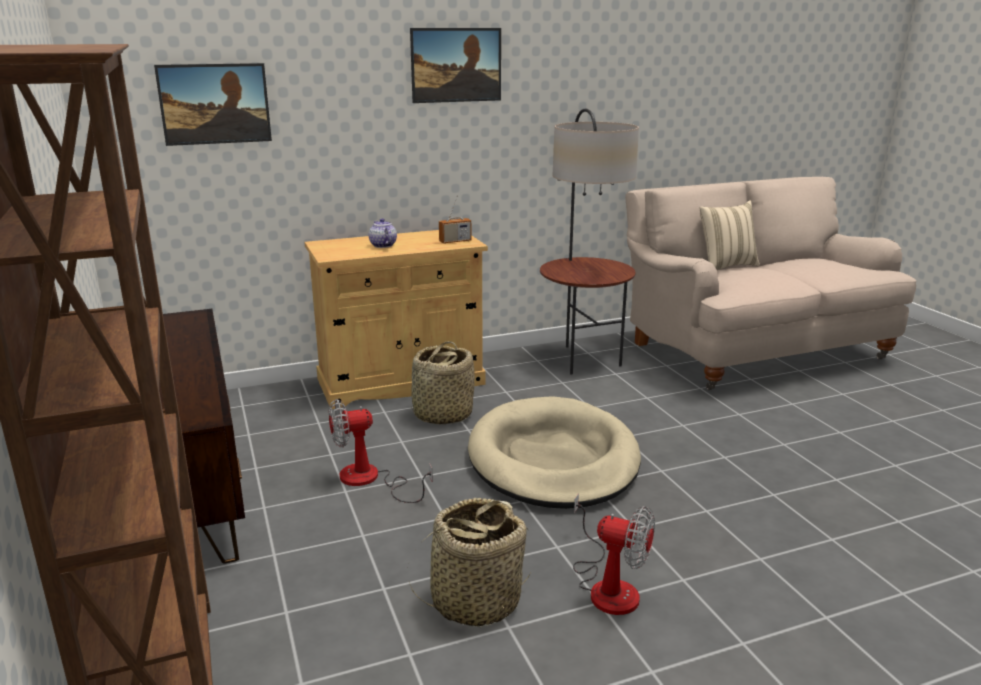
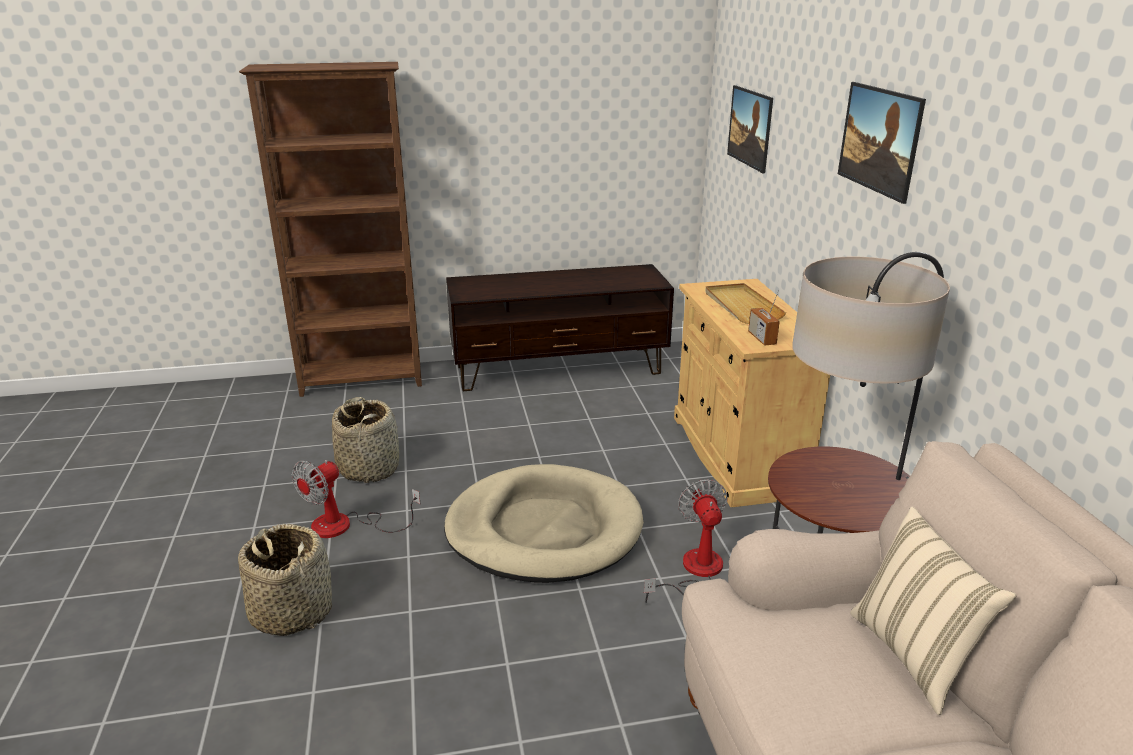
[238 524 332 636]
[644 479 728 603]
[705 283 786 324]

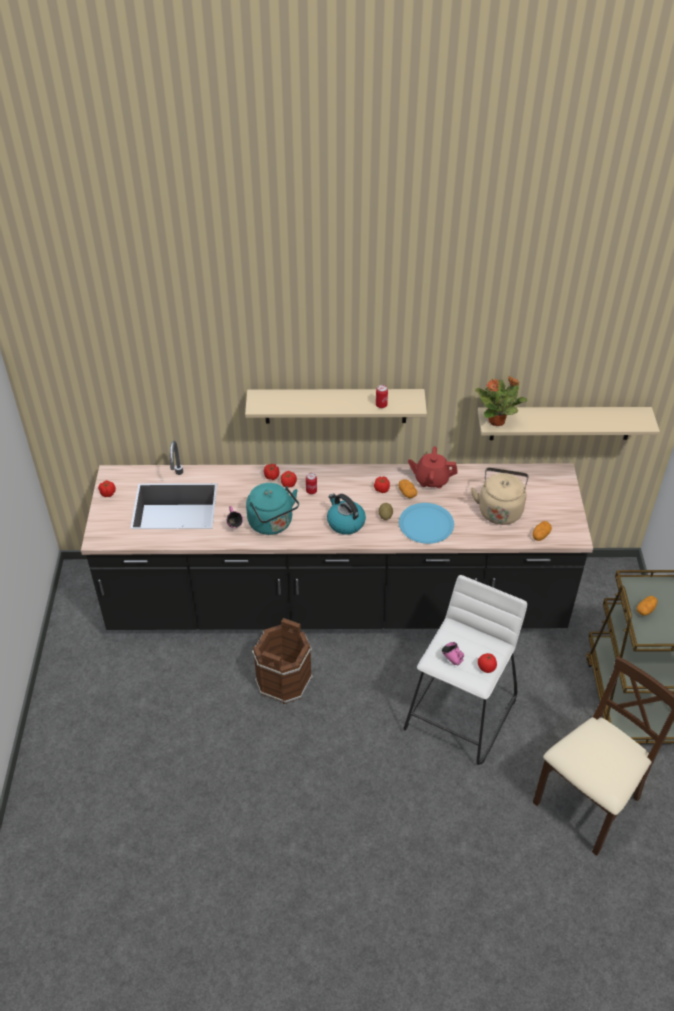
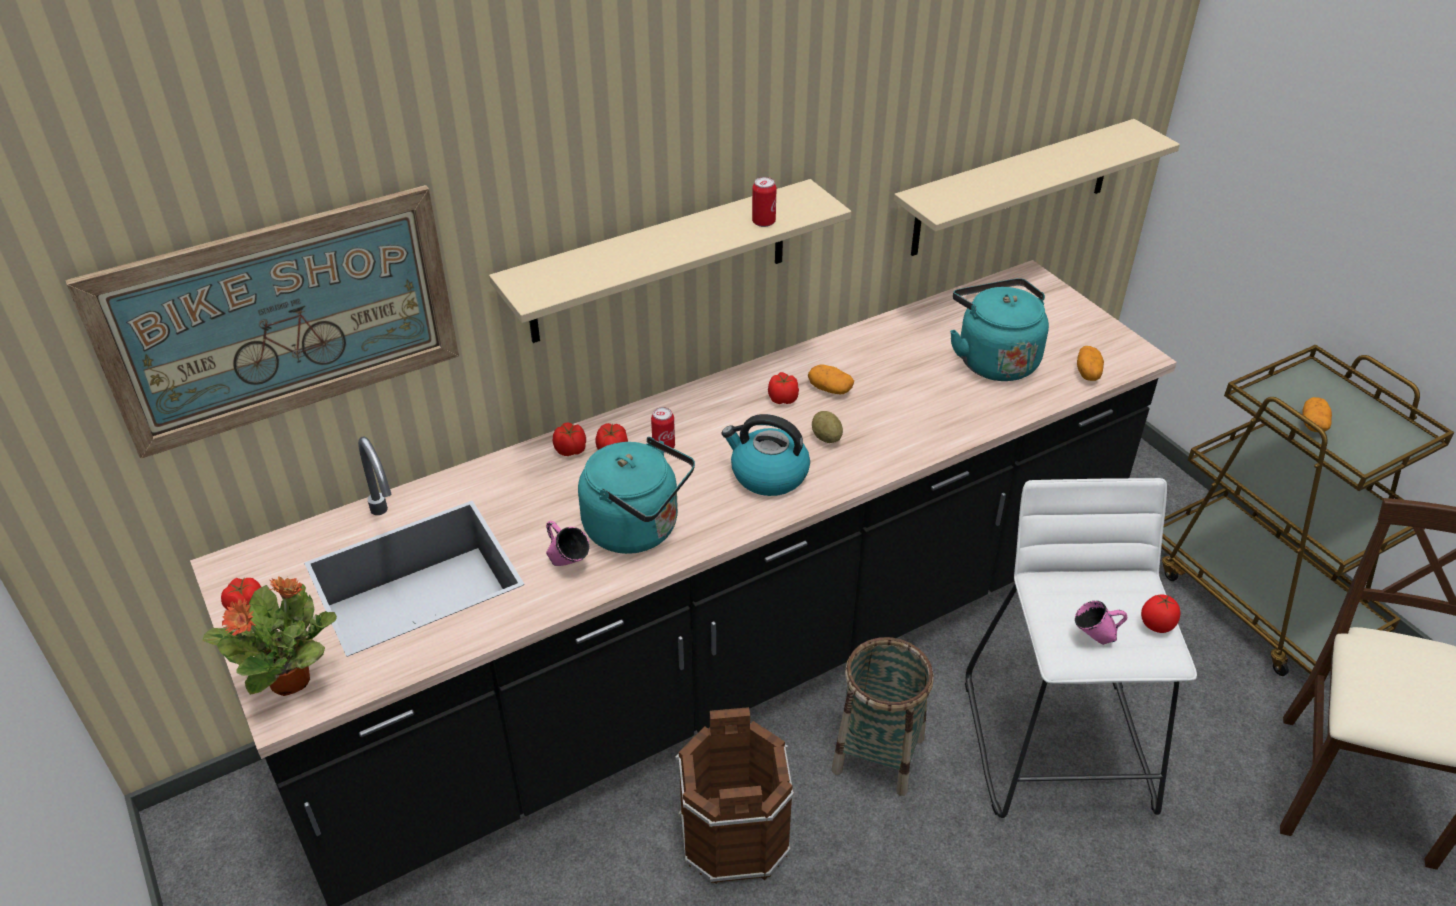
[66 185 459 459]
[203 576 337 696]
[832 637 934 796]
[950 278 1049 381]
[399 503 454 544] (first image)
[408 446 458 488] (first image)

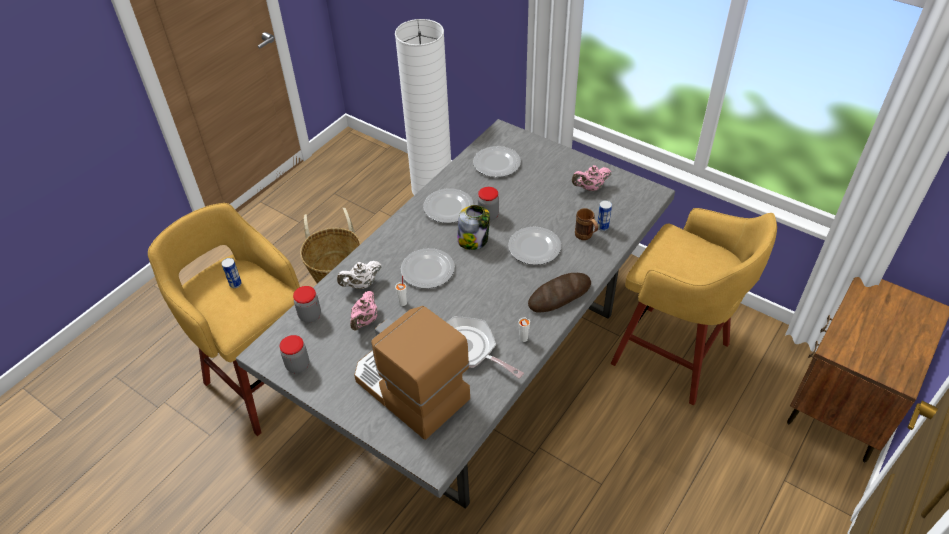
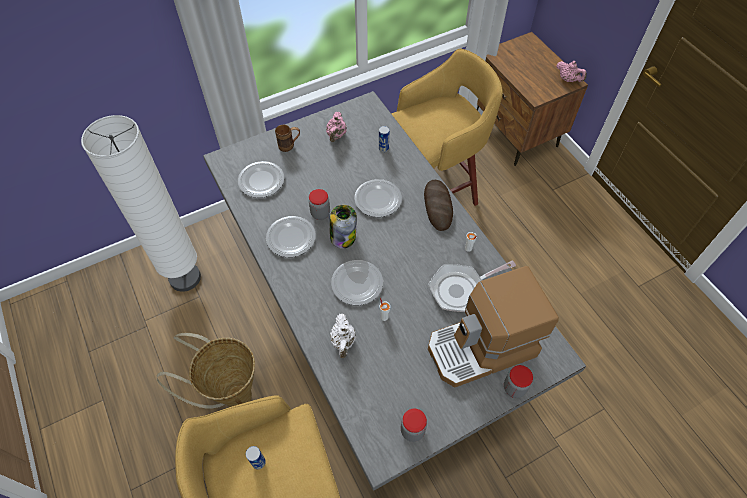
[275 124 300 152]
[504 365 533 398]
[556 61 587 82]

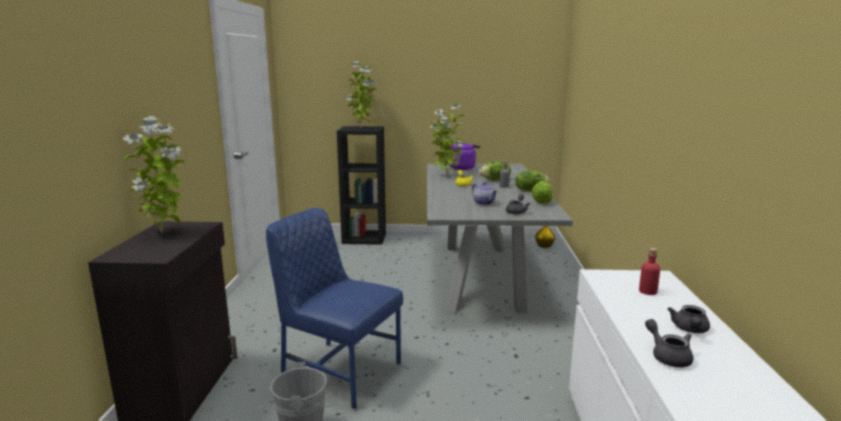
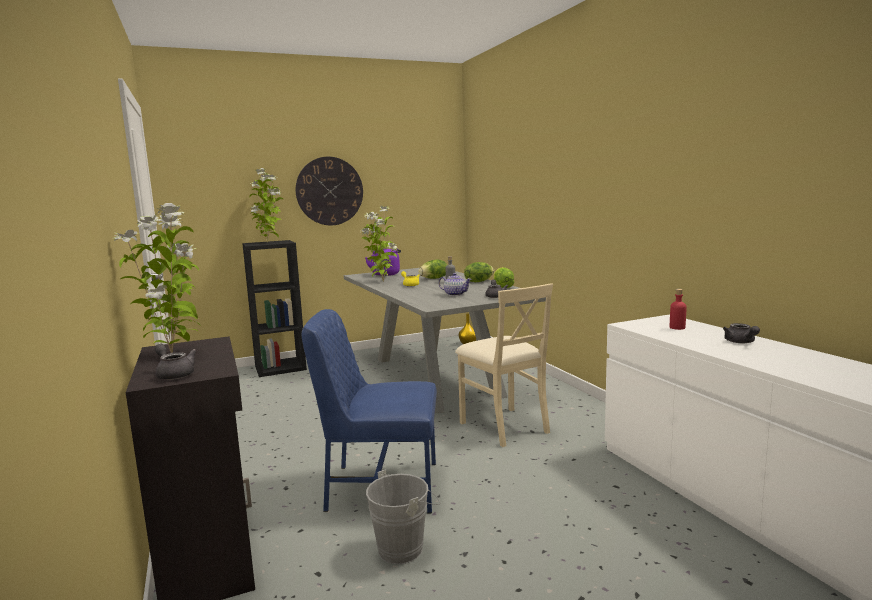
[155 344 197 380]
[296 157 363 225]
[455 283 553 447]

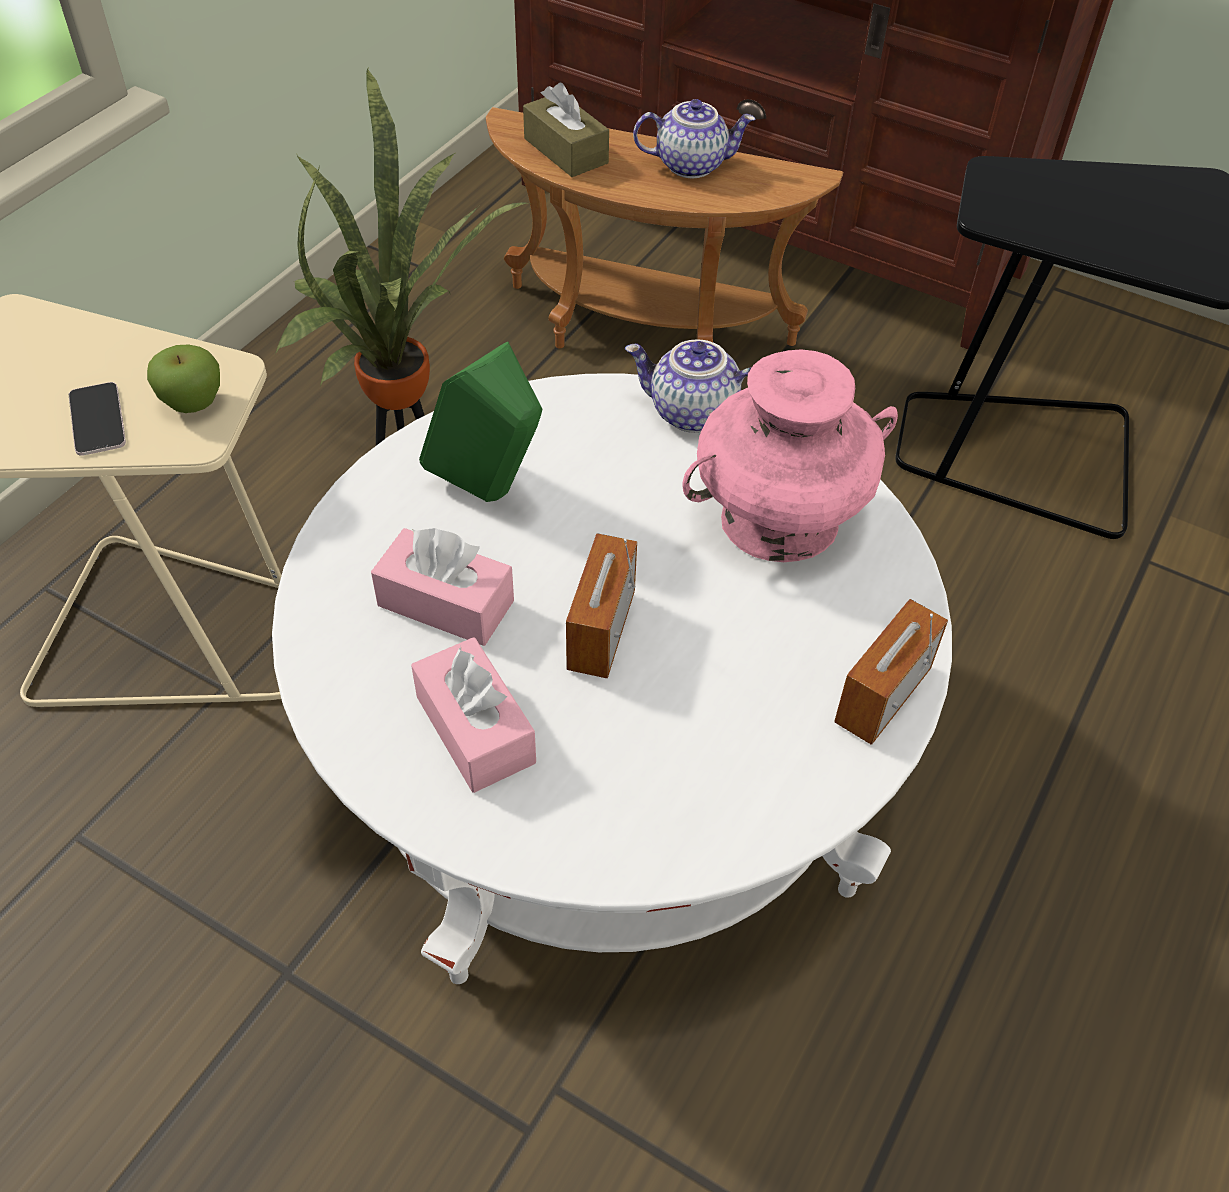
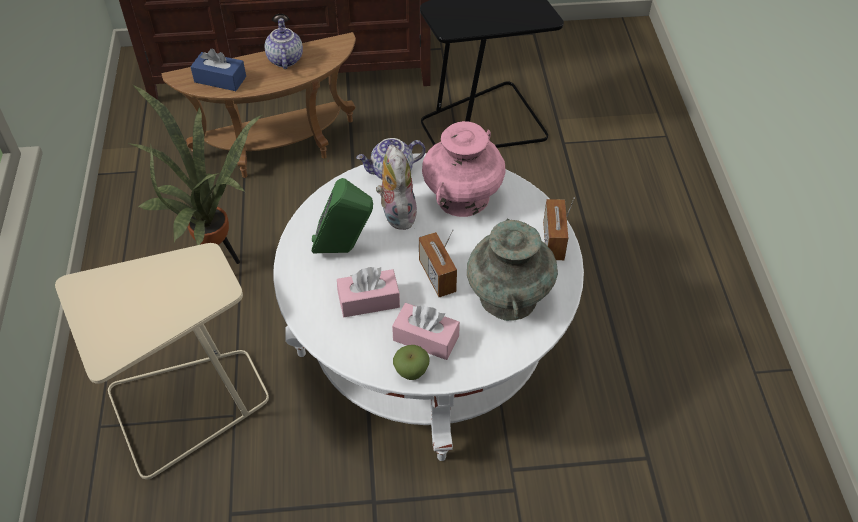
[191 48 246 91]
[265 18 303 69]
[376 144 417 230]
[393 345 430 380]
[467 219 558 321]
[69 382 126 456] (first image)

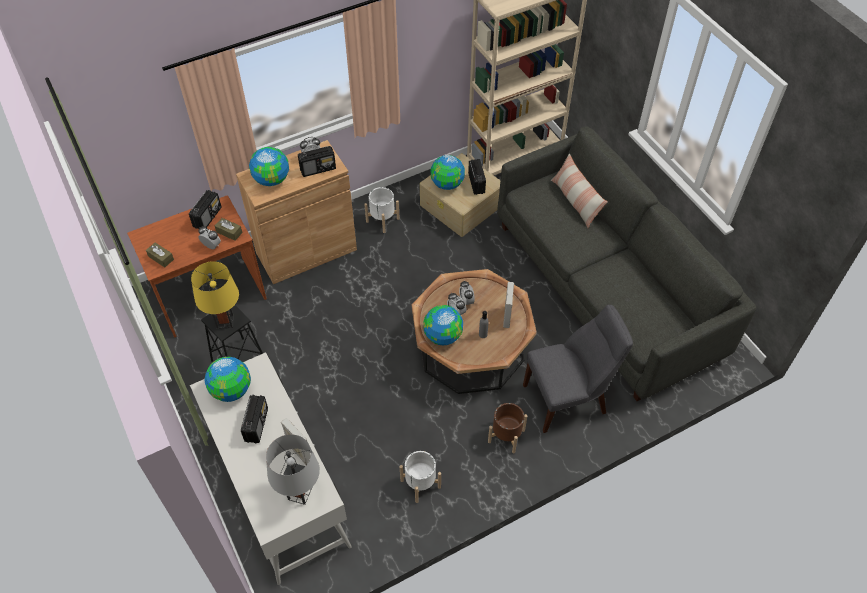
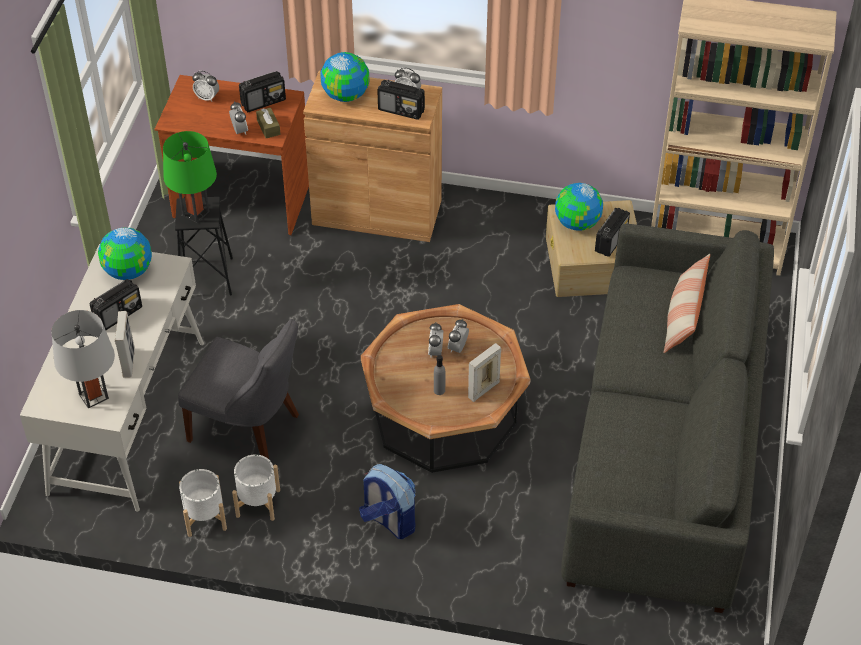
[163 131 217 223]
[178 319 299 459]
[179 469 227 537]
[192 71 219 102]
[359 464 416 539]
[146 243 174 268] (first image)
[423 305 463 345] (first image)

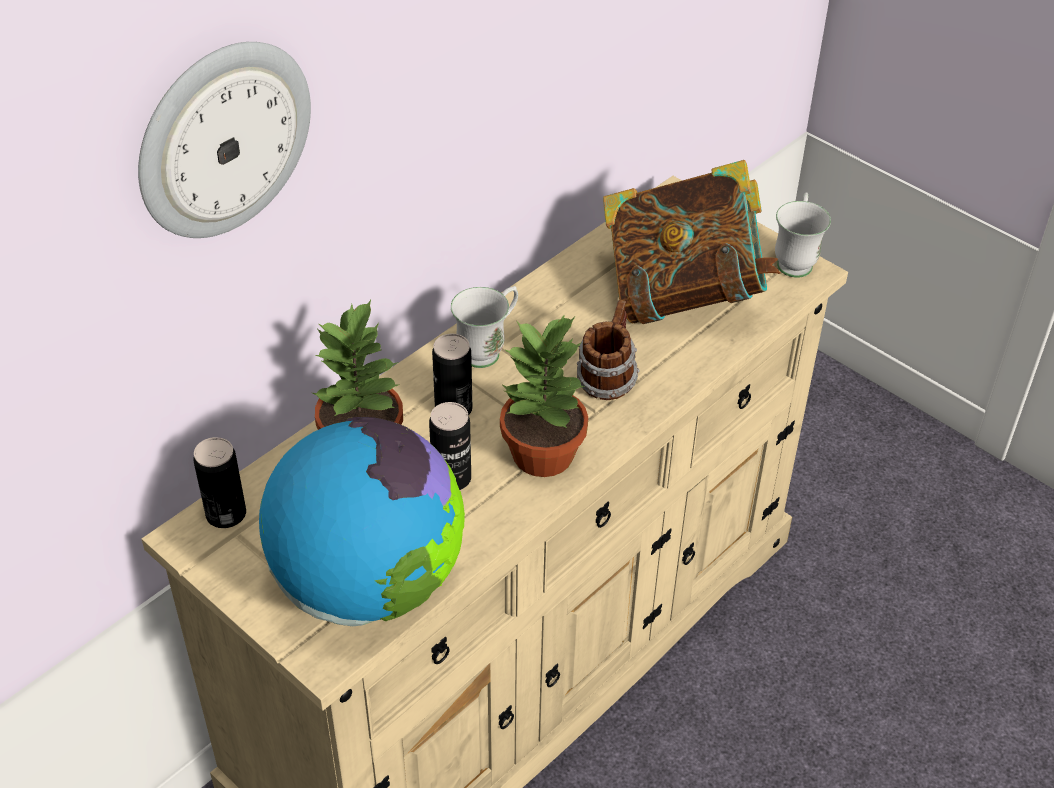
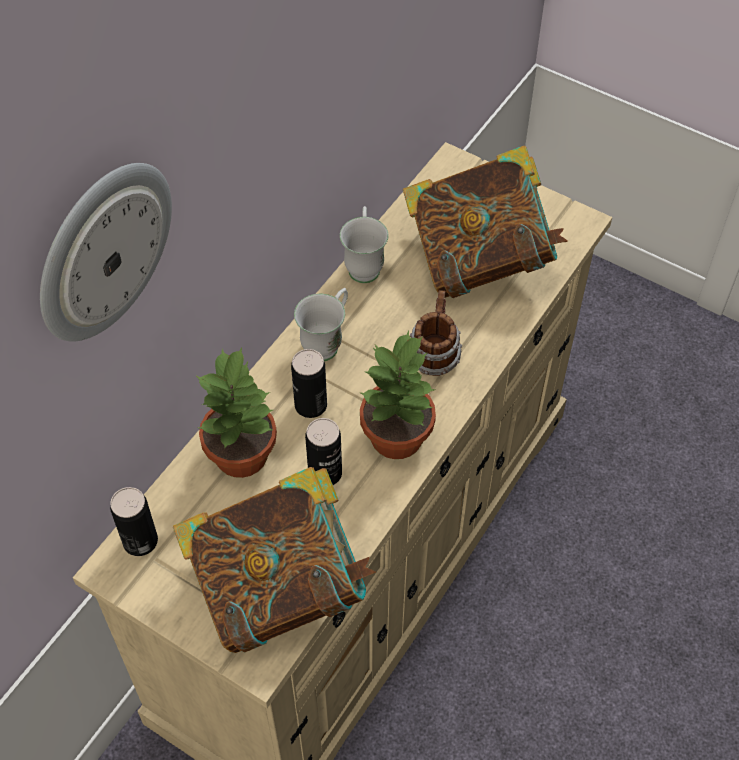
[173 467 376 653]
[340 206 389 283]

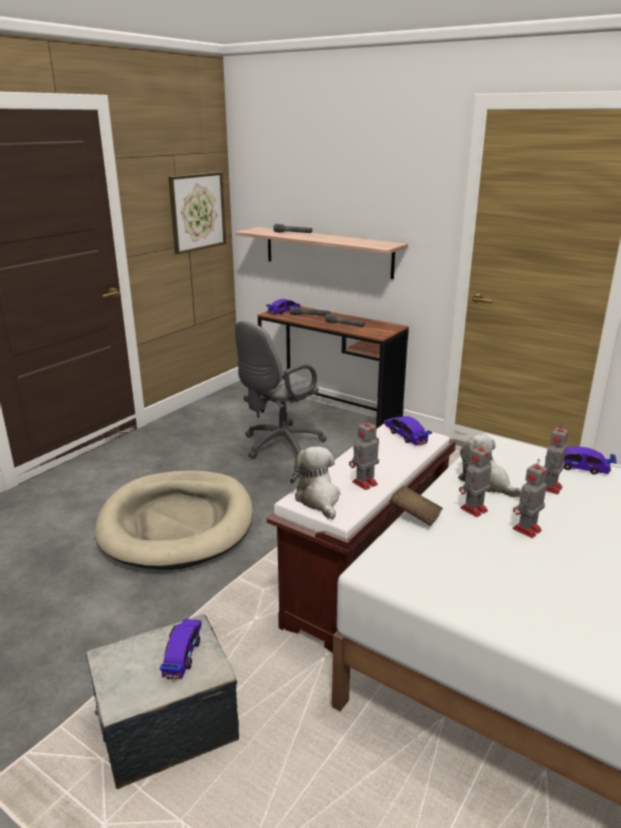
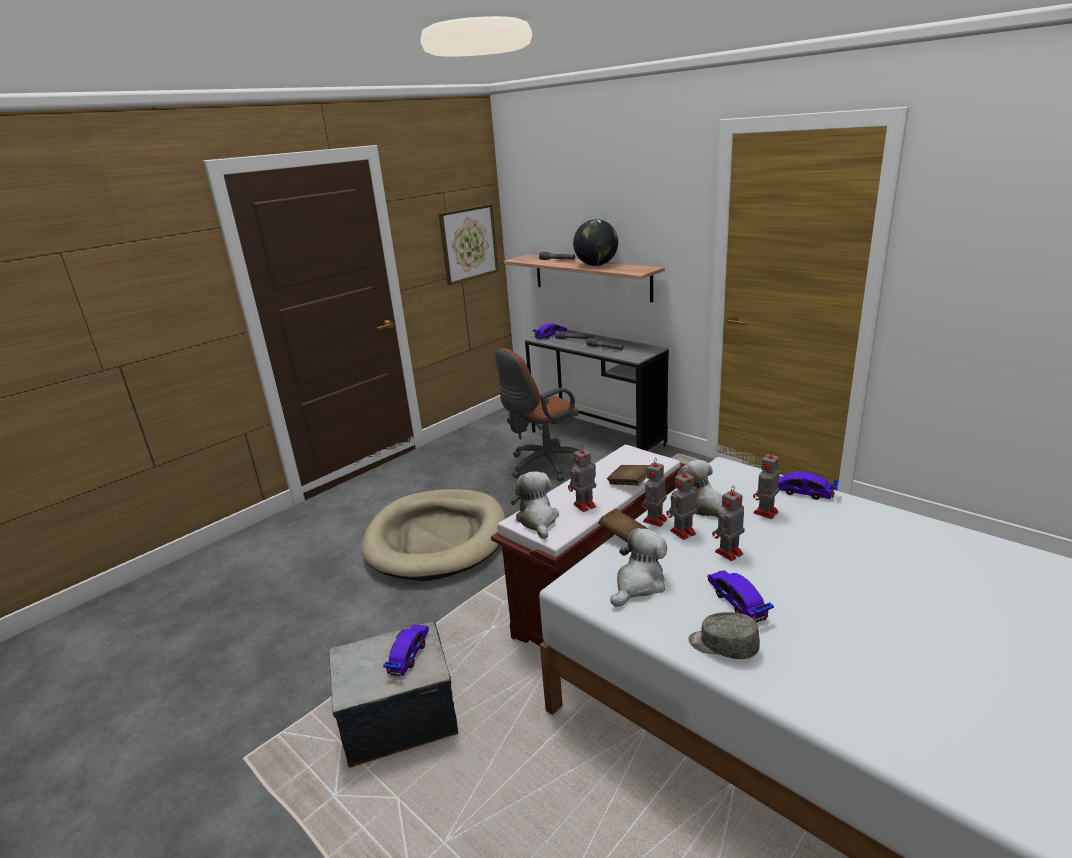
[495 348 579 481]
[525 330 669 451]
[573 219 618 266]
[607 465 649 486]
[610 528 667 607]
[641 459 667 527]
[688 612 760 659]
[707 570 774 623]

